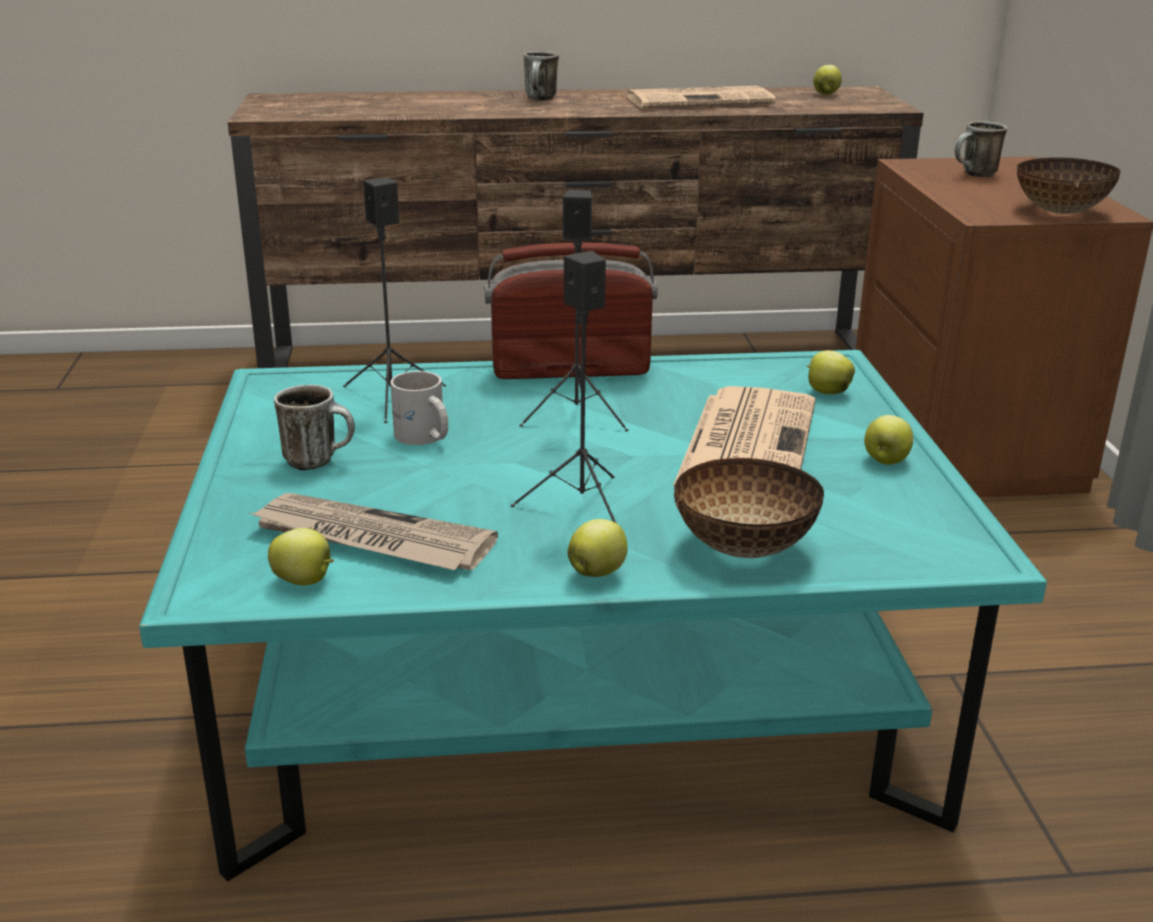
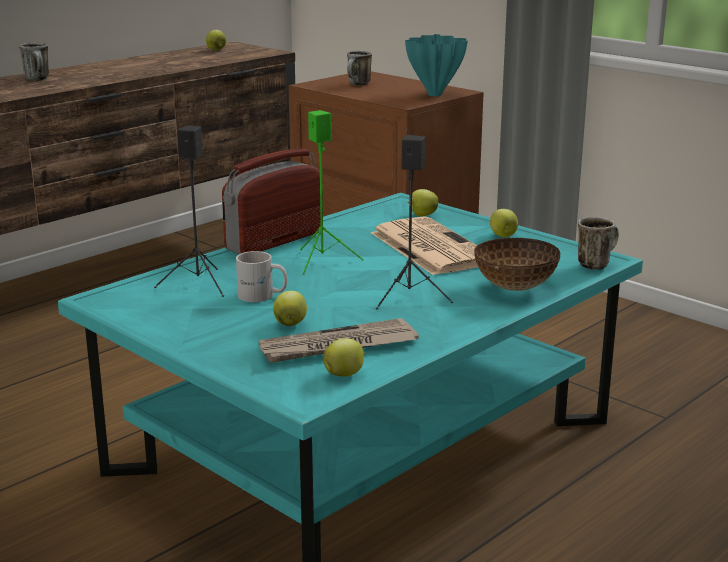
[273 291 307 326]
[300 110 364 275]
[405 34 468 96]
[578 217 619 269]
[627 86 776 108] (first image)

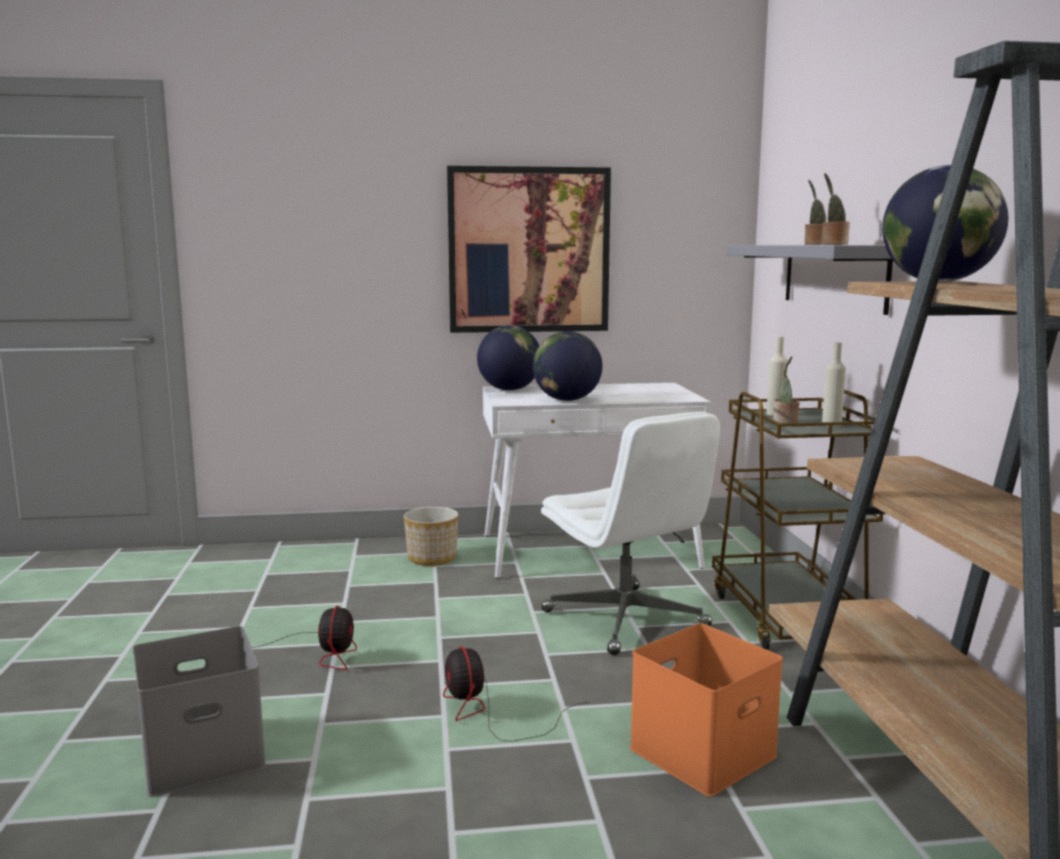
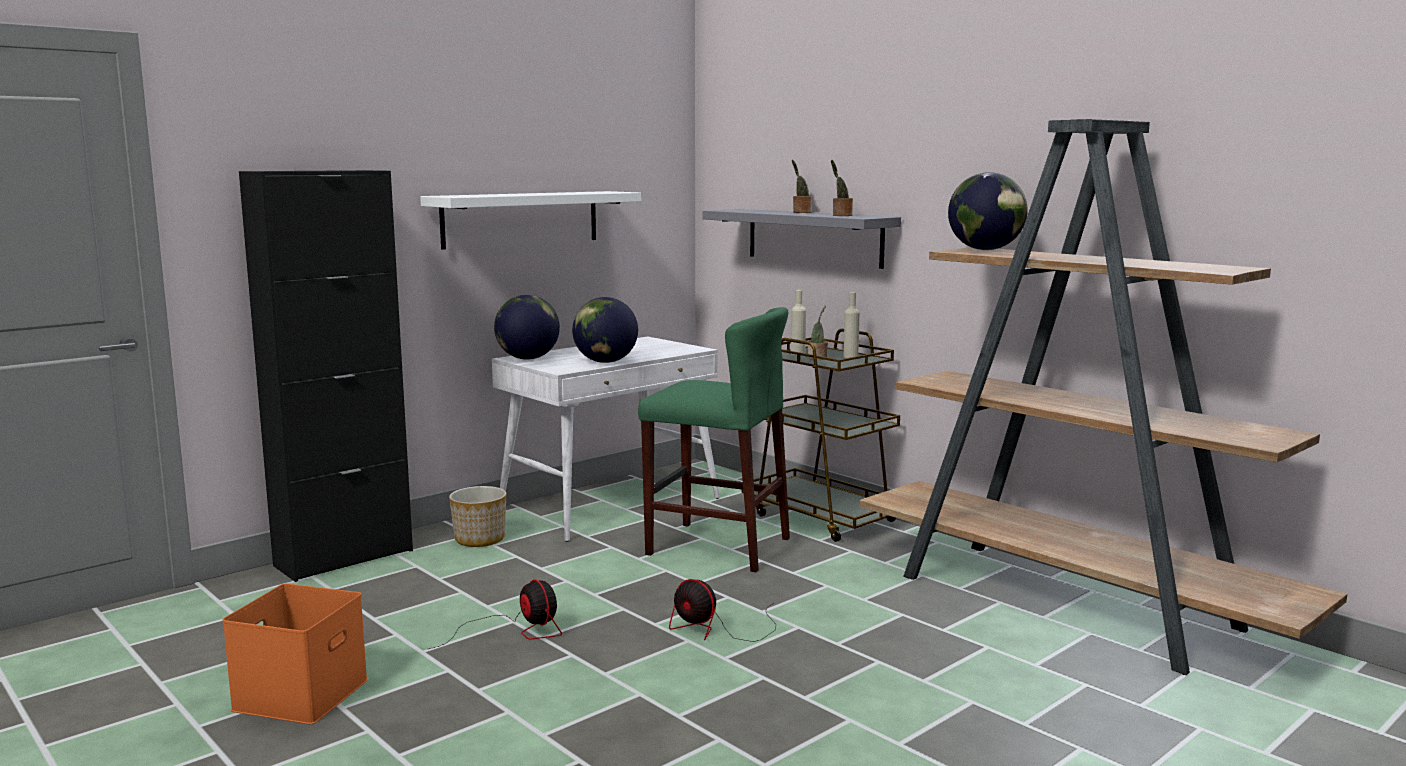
[222 583 368 724]
[239 170 413 582]
[420 191 641 250]
[638 307 790 572]
[133 626 266 797] (first image)

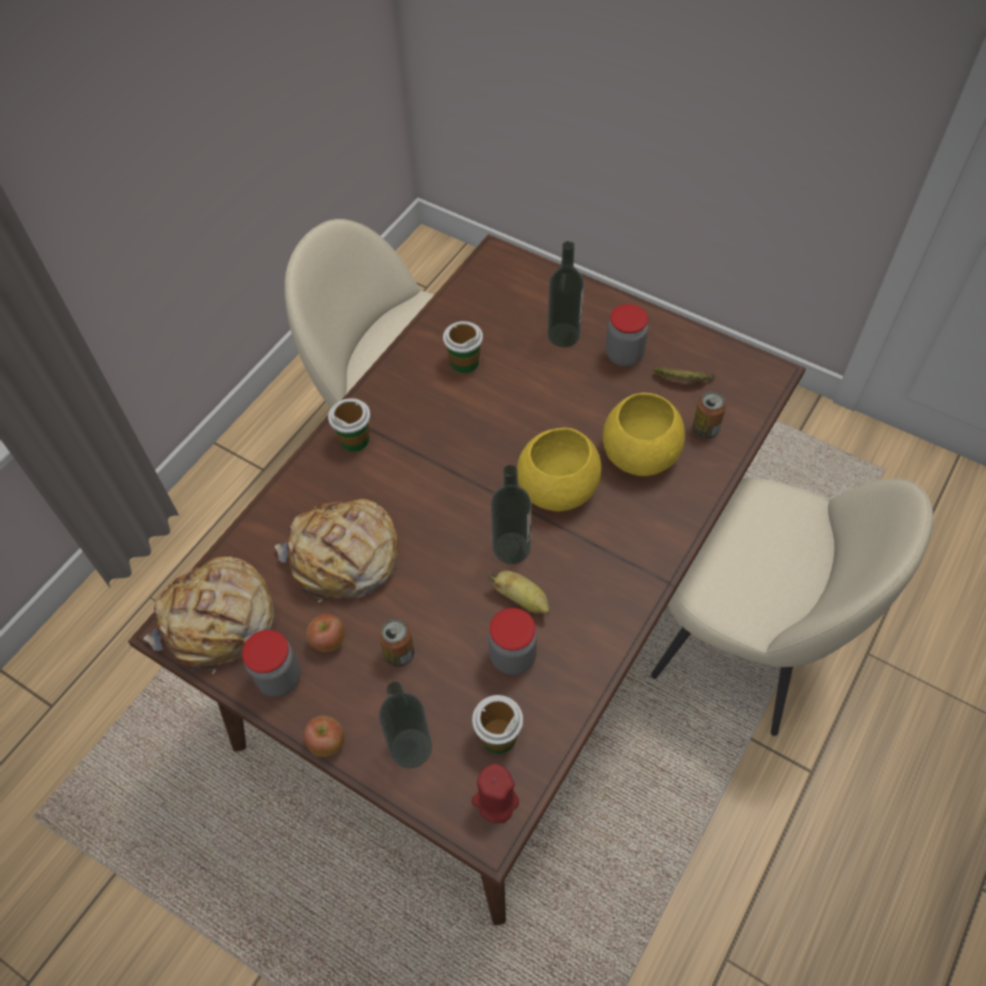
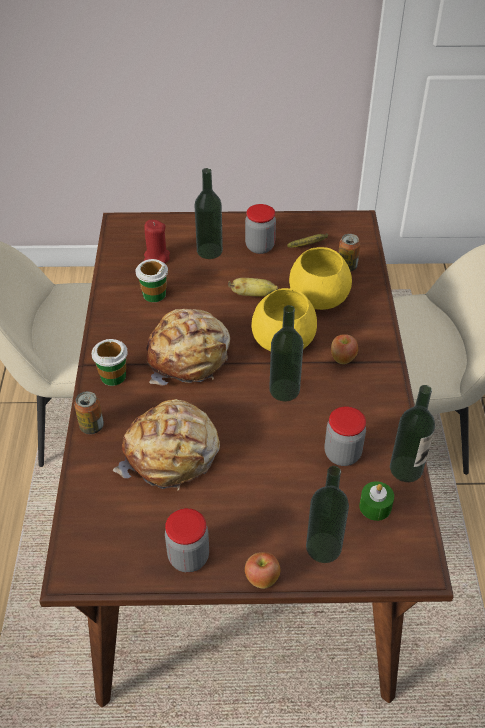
[74 391 104 434]
[144 220 170 263]
[146 309 230 386]
[228 278 278 296]
[331 334 358 364]
[359 481 394 521]
[390 385 435 482]

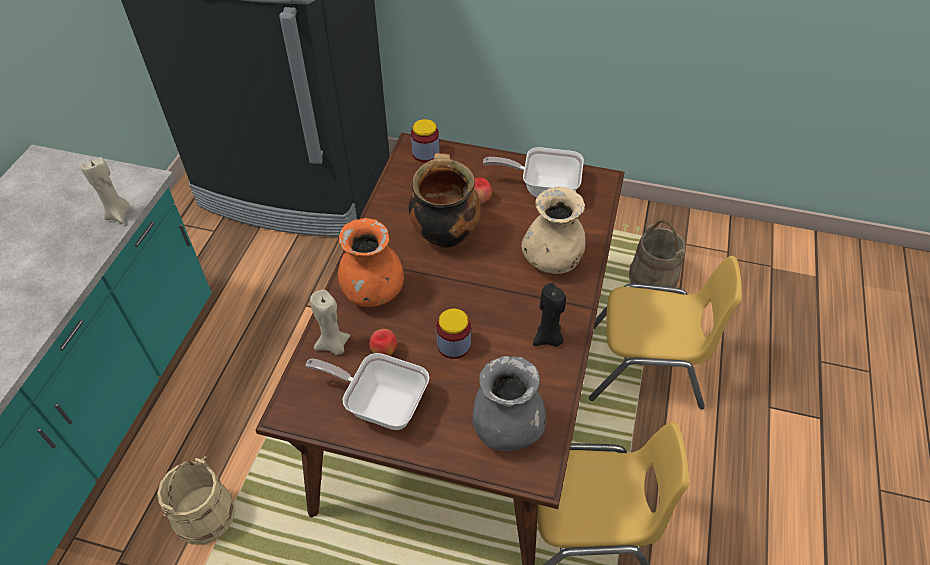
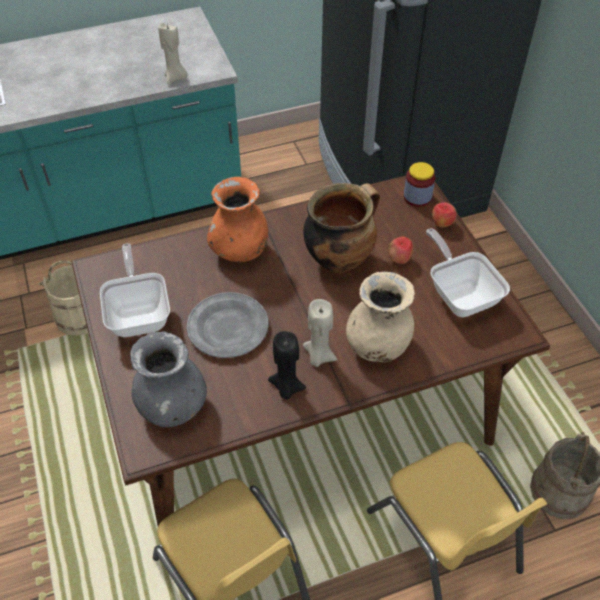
[187 292 269 358]
[303 299 337 367]
[432 202 457 228]

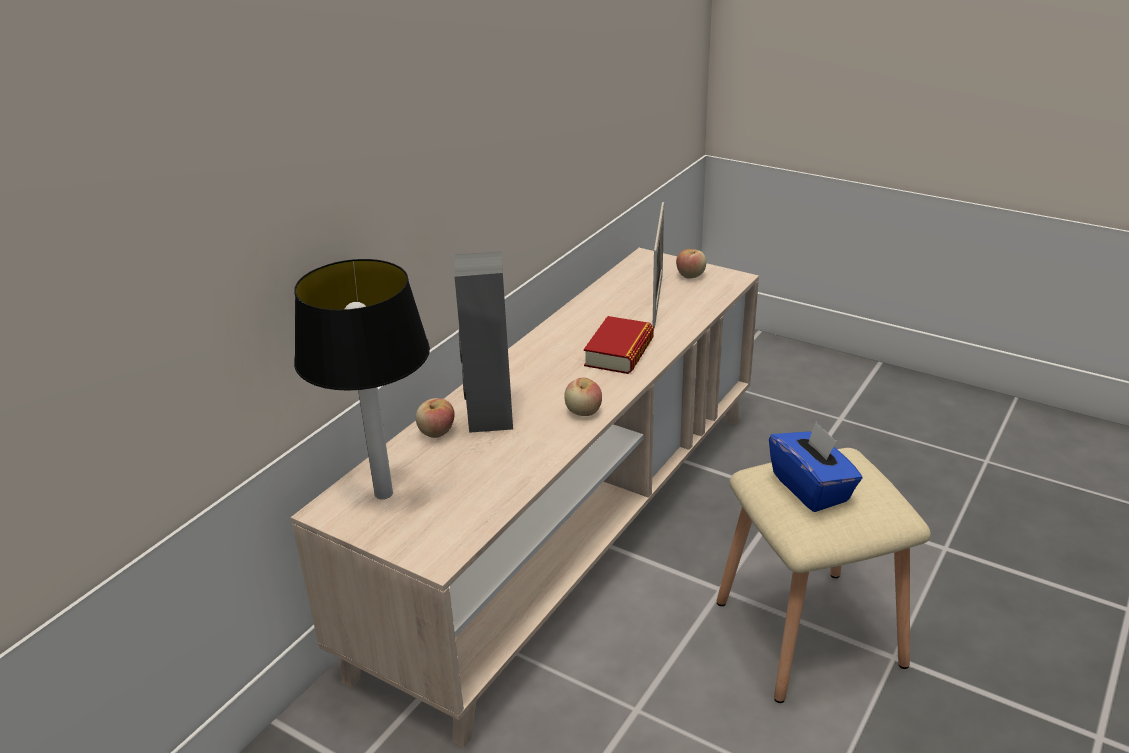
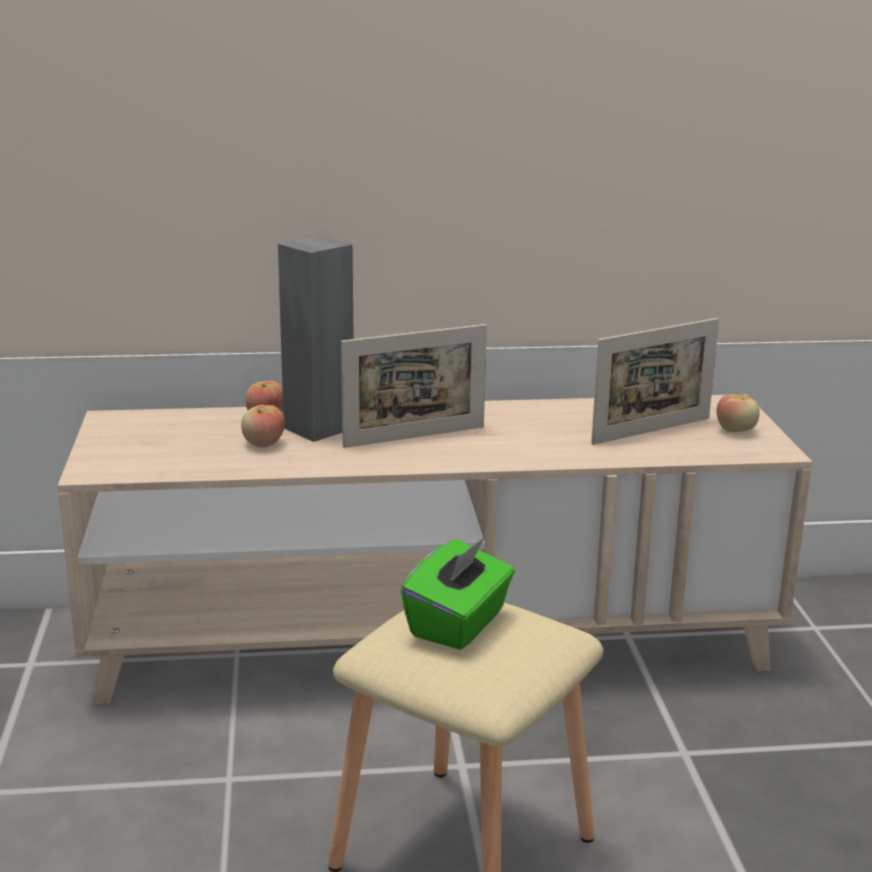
[241 405 285 448]
[341 324 487 448]
[401 537 515 650]
[294 259 430 499] (first image)
[584 316 654 374] (first image)

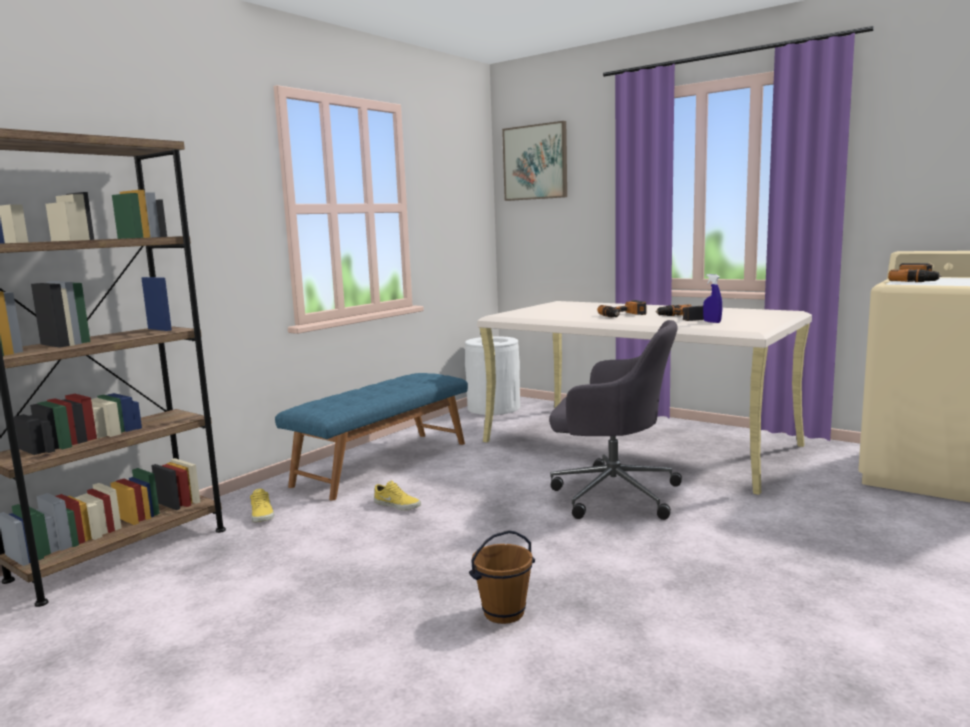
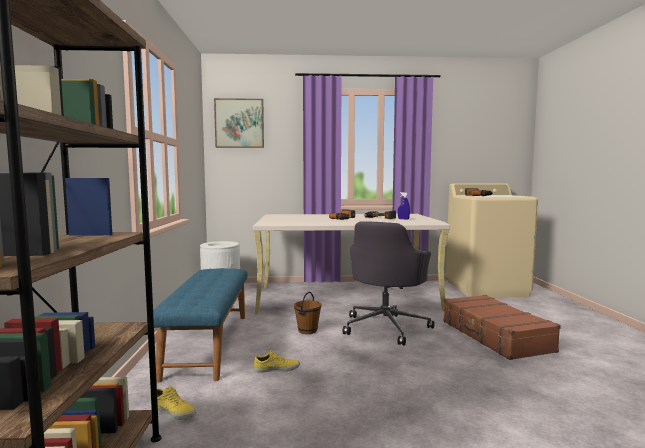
[294 292 321 334]
[343 221 435 346]
[443 295 561 360]

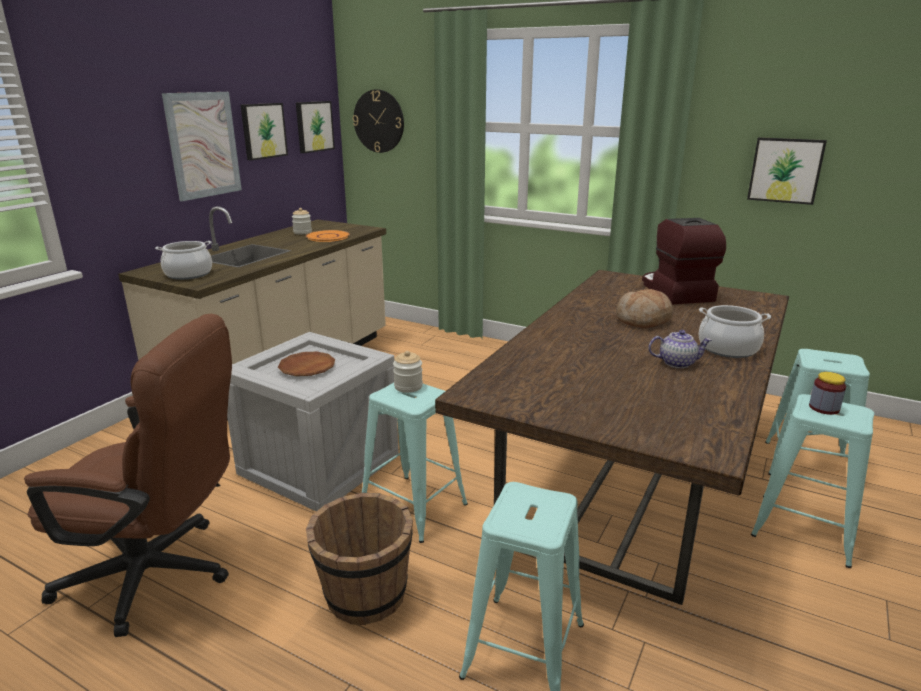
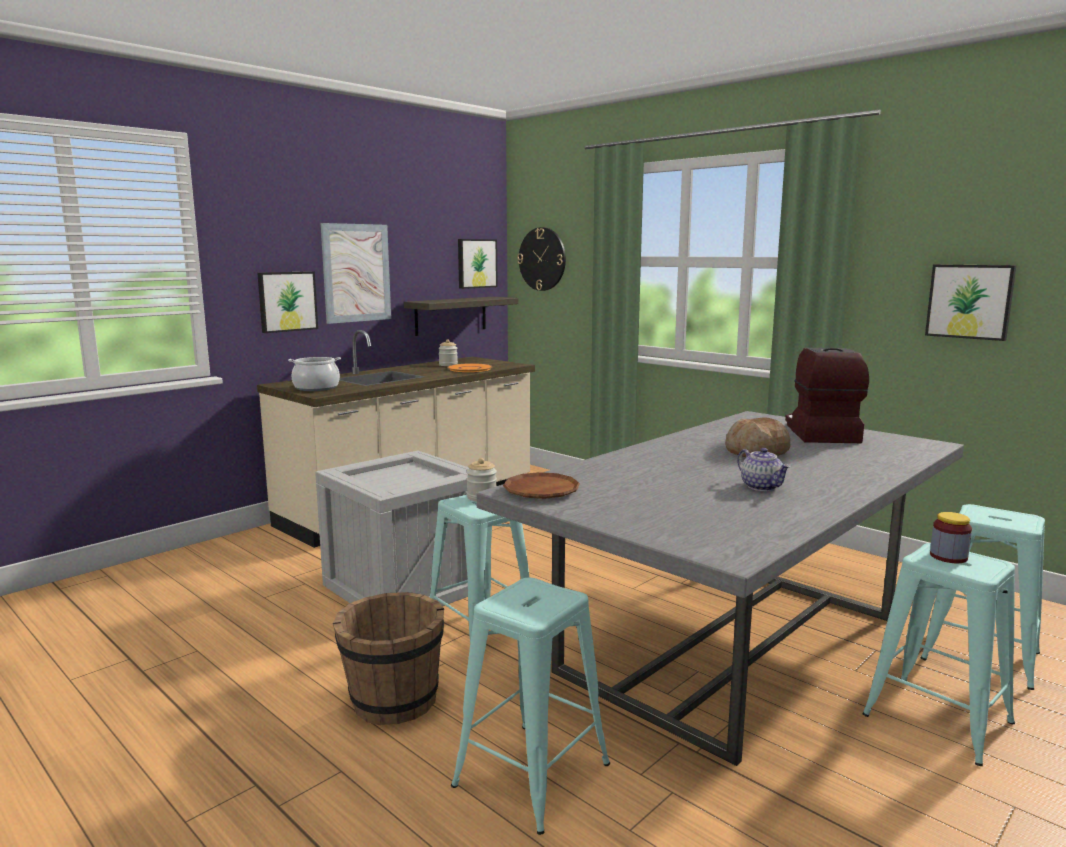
[257 271 318 333]
[404 297 518 336]
[476 411 964 766]
[503 472 580 499]
[737 448 790 491]
[24 314 232 637] (first image)
[699 305 771 358] (first image)

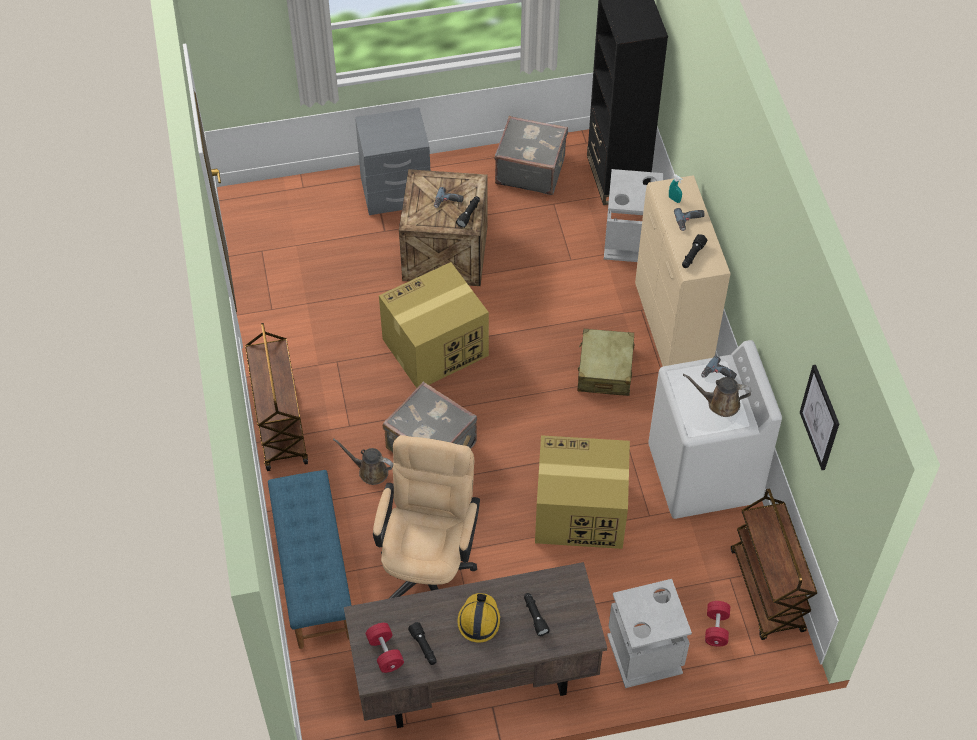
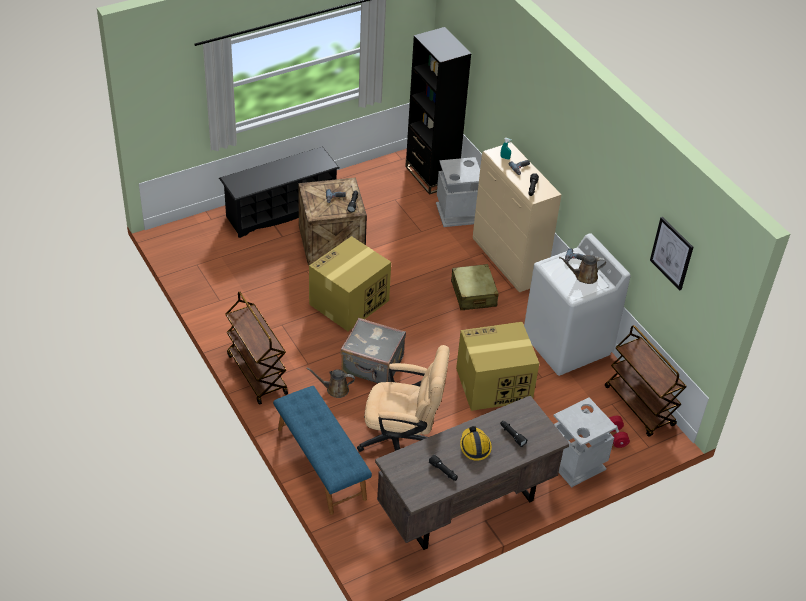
[219 146 339 238]
[357 345 450 452]
[366 623 404 673] (first image)
[494 116 568 195] (first image)

